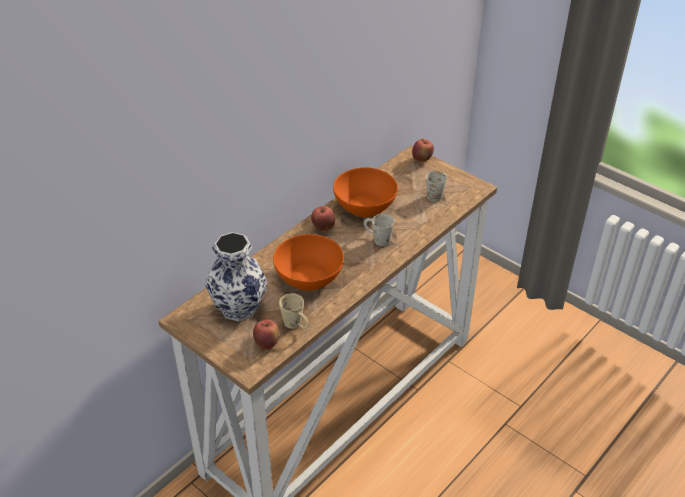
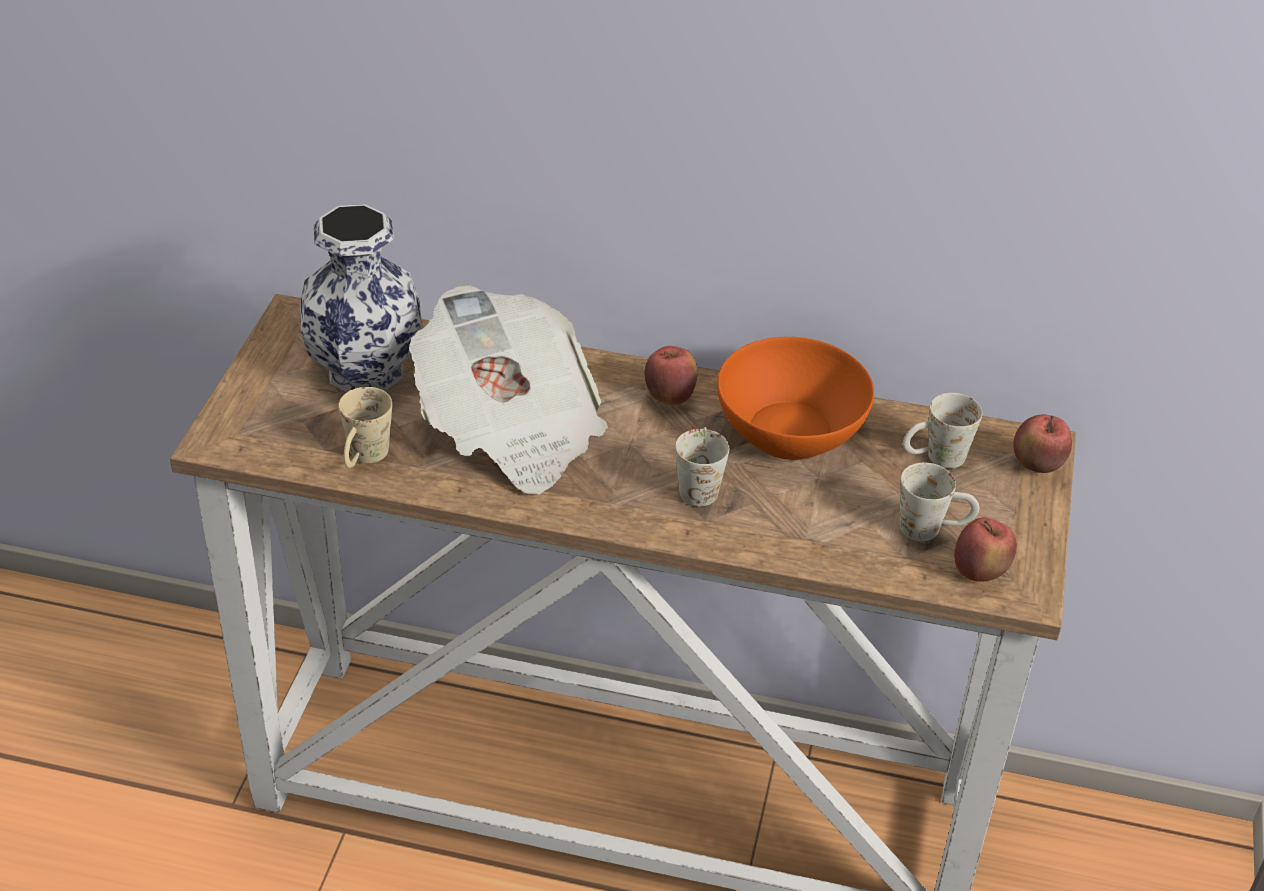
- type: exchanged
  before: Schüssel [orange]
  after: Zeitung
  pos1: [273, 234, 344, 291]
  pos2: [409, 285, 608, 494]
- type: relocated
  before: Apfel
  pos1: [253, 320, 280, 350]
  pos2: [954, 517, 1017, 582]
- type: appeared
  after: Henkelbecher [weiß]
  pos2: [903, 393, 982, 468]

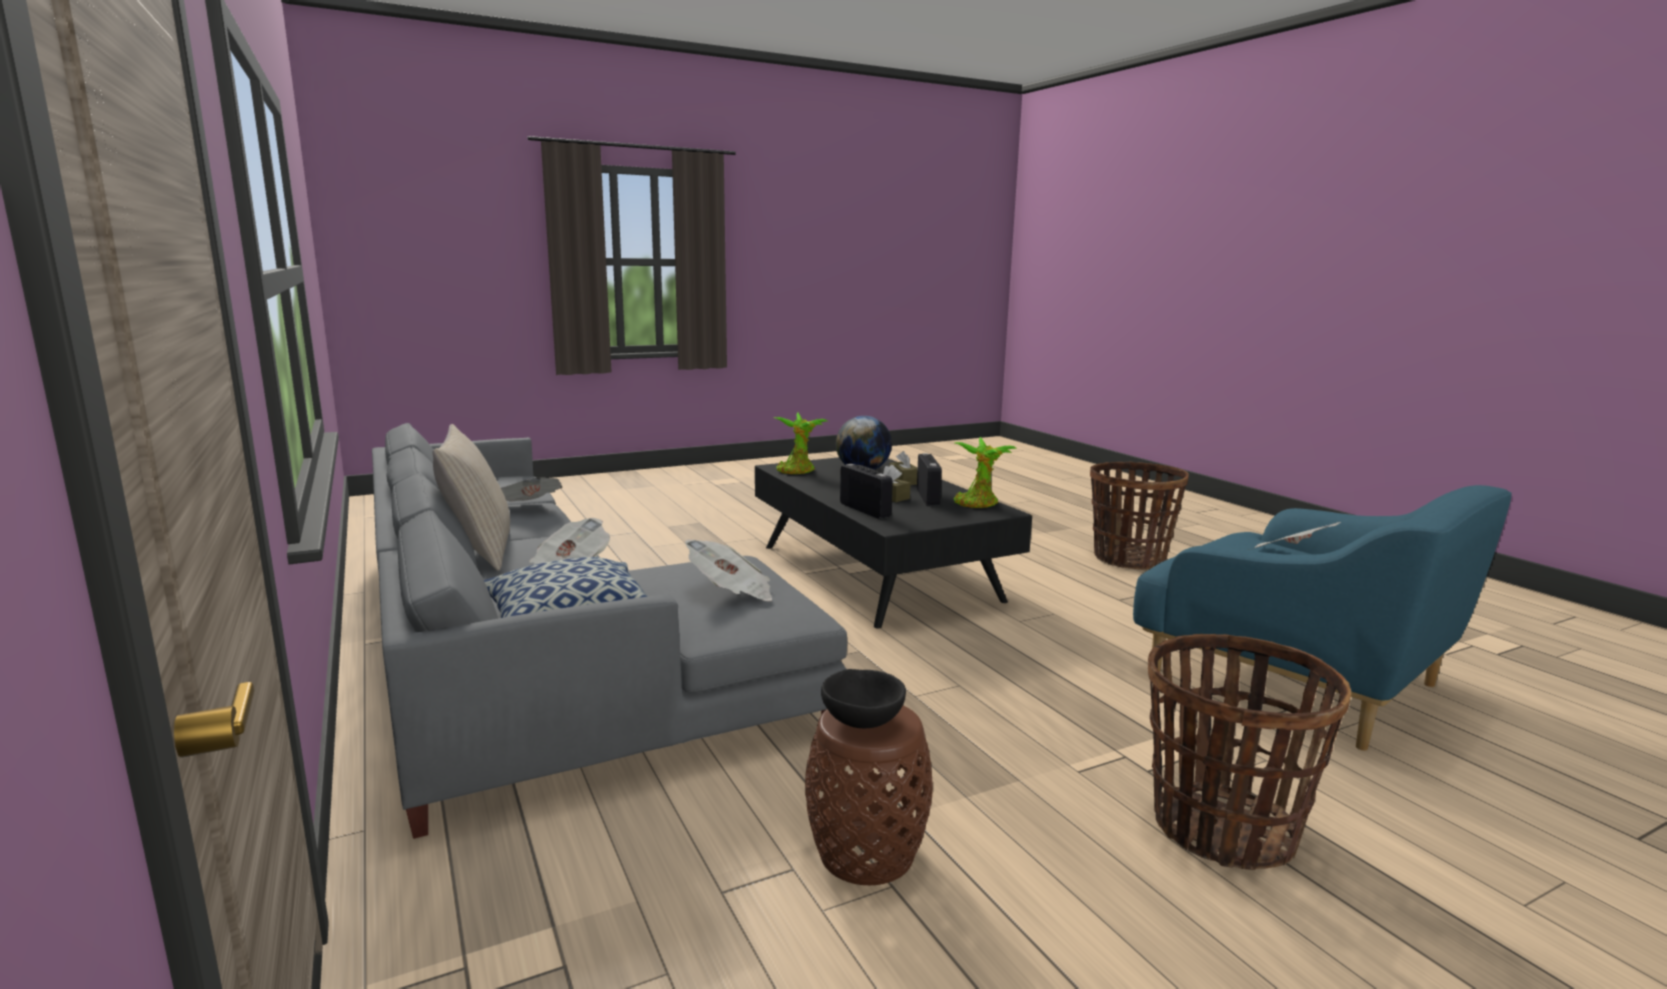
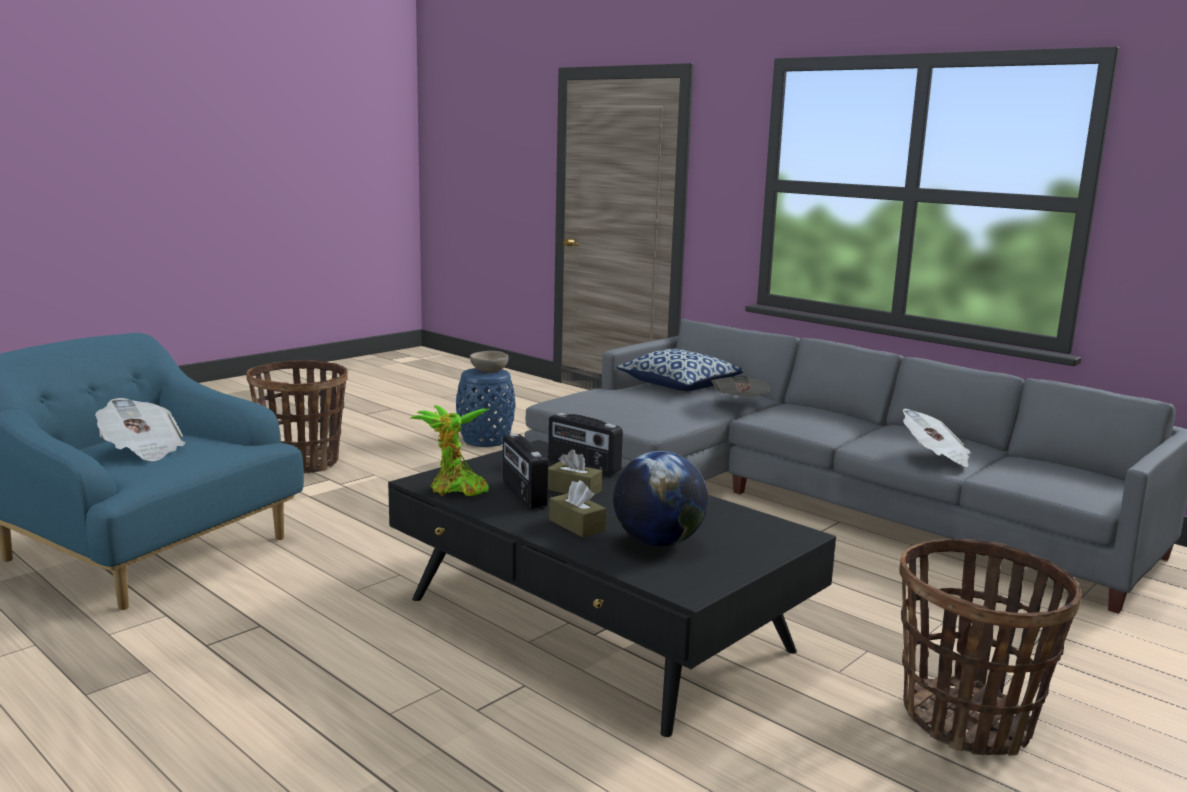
- type: missing
  before: Topfpflanze
  pos1: [774, 413, 828, 474]
- type: missing
  before: Kissen [beige]
  pos1: [432, 424, 510, 571]
- type: relocated
  before: Korb
  pos1: [1090, 462, 1189, 570]
  pos2: [899, 539, 1082, 756]
- type: missing
  before: Zeitung
  pos1: [685, 539, 772, 601]
- type: colour
  before: Schüssel [schwarz]
  after: Schüssel [beige]
  pos1: [821, 669, 906, 728]
  pos2: [470, 351, 509, 373]
- type: colour
  before: Hocker [braun]
  after: Hocker [blau]
  pos1: [805, 705, 933, 885]
  pos2: [456, 368, 515, 447]

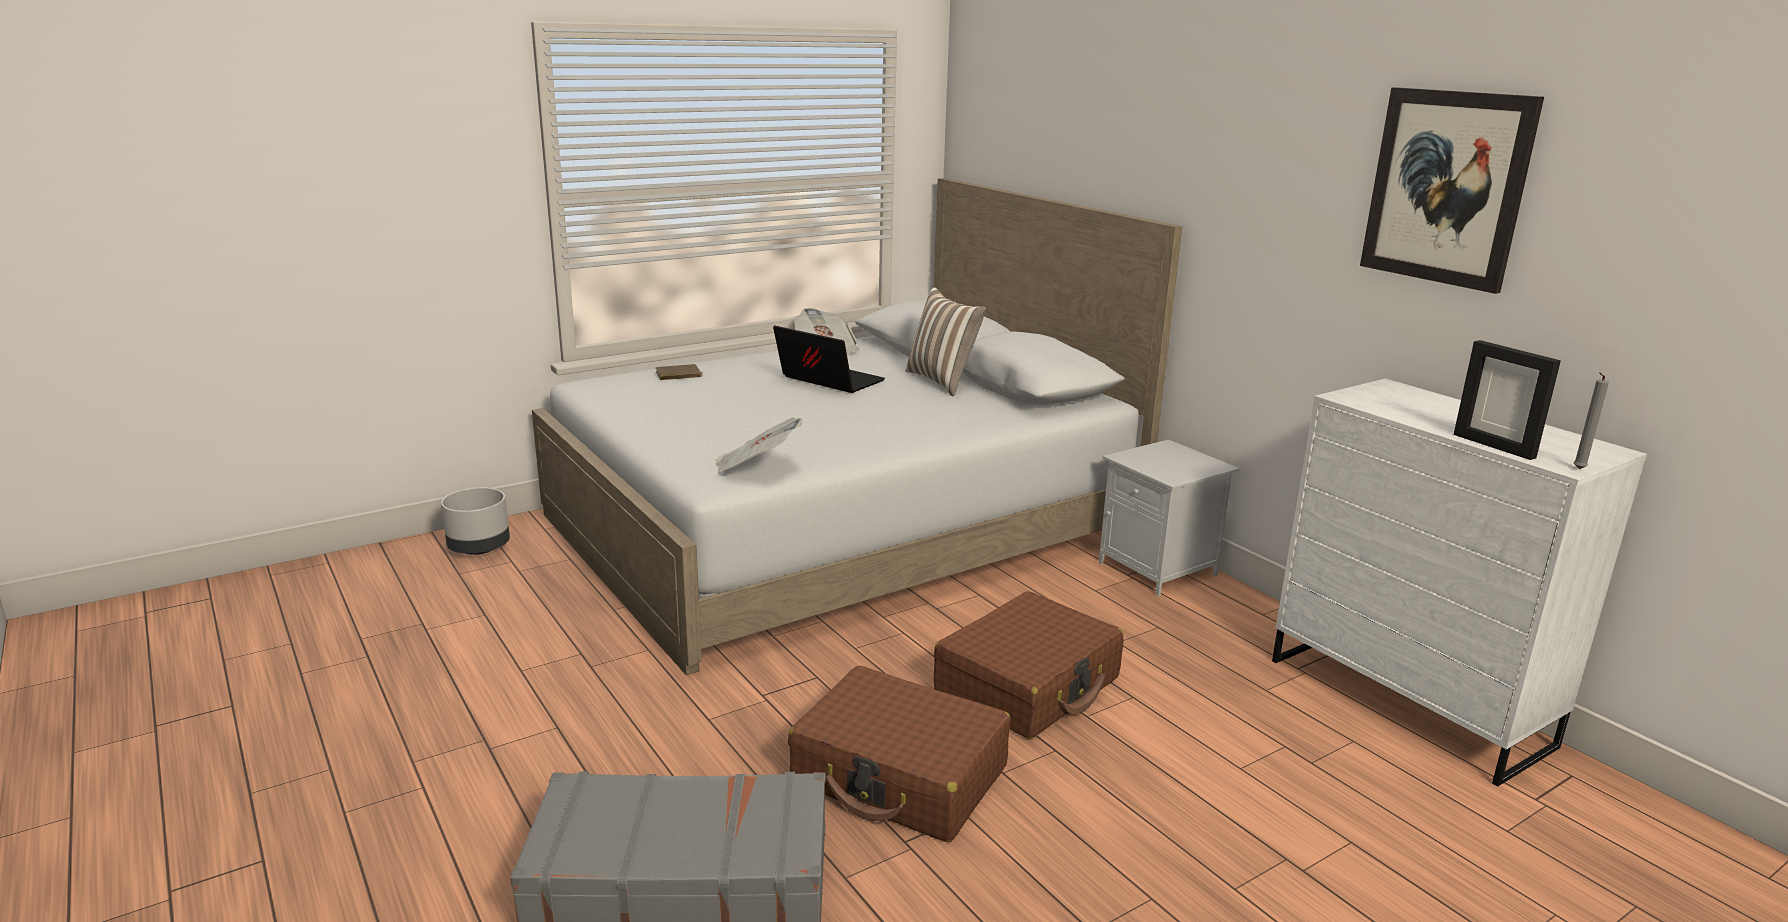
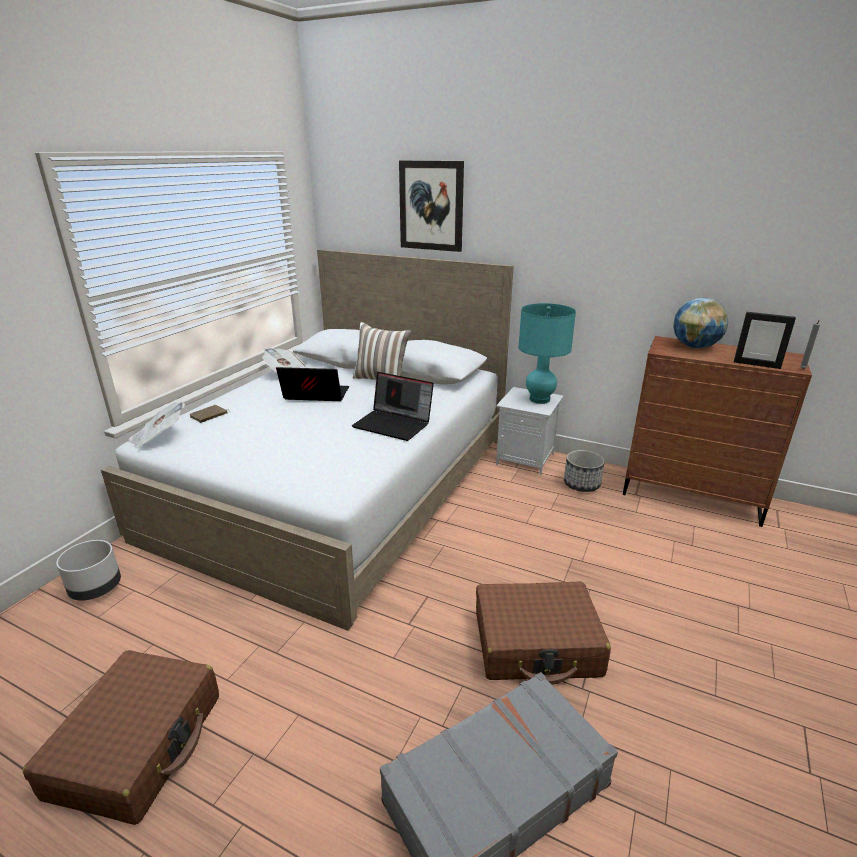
- type: relocated
  before: Bild
  pos1: [1360, 87, 1544, 294]
  pos2: [399, 161, 464, 252]
- type: colour
  before: Kommode [weiß]
  after: Kommode [braun]
  pos1: [1272, 378, 1647, 787]
  pos2: [623, 336, 812, 527]
- type: relocated
  before: Zeitung
  pos1: [715, 417, 802, 473]
  pos2: [128, 402, 185, 448]
- type: relocated
  before: Koffer [braun]
  pos1: [934, 591, 1123, 739]
  pos2: [23, 650, 219, 825]
- type: appeared
  after: Globus
  pos2: [673, 298, 729, 349]
- type: appeared
  after: Tischlampe [türkis]
  pos2: [518, 303, 576, 404]
- type: appeared
  after: Laptop
  pos2: [352, 372, 434, 441]
- type: appeared
  after: Pflanzkübel
  pos2: [564, 450, 605, 492]

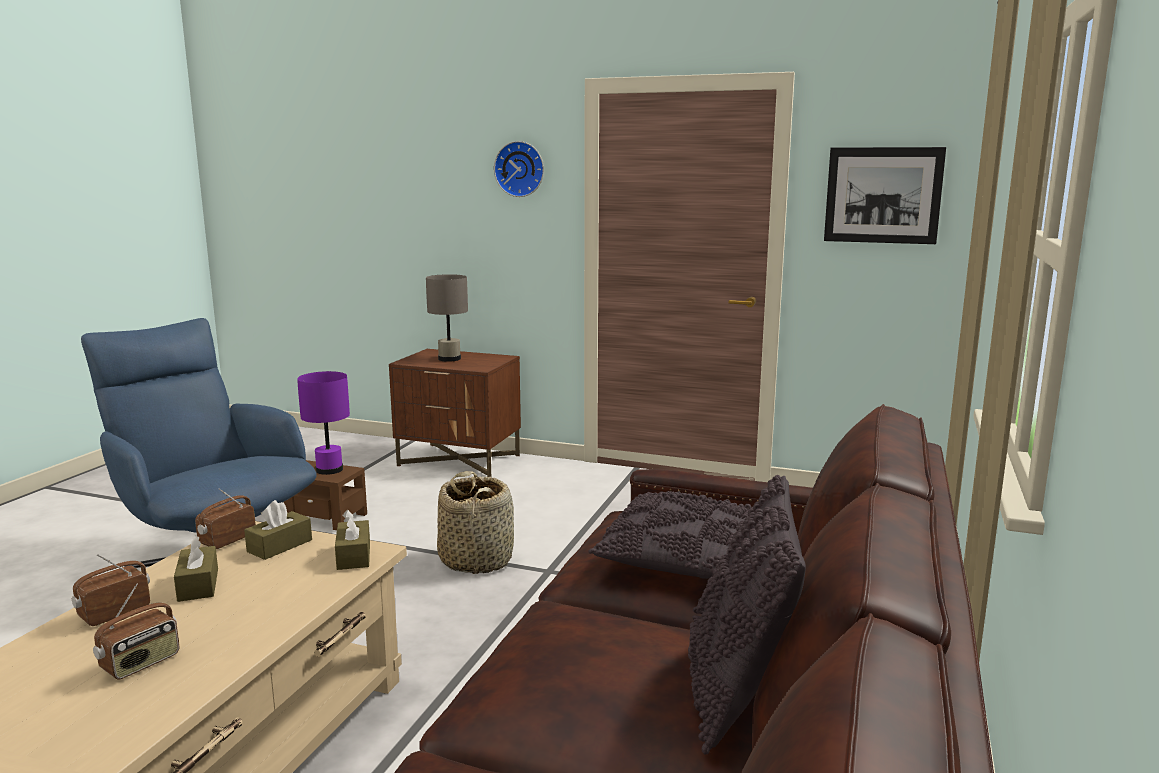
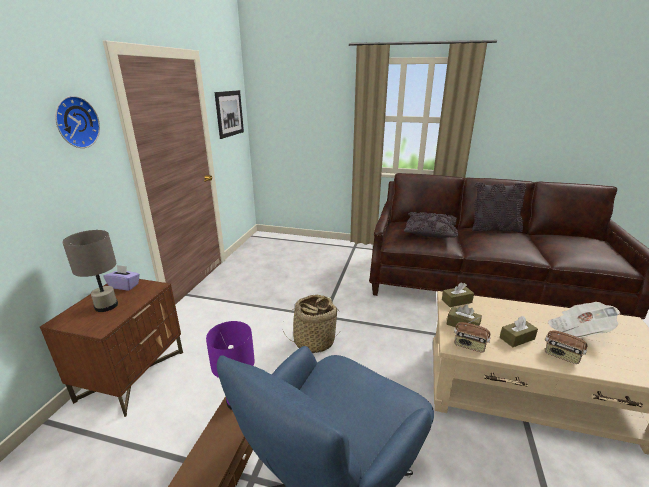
- type: exchanged
  before: Radio
  after: Zeitung
  pos1: [93, 583, 179, 680]
  pos2: [548, 302, 620, 338]
- type: appeared
  after: Taschentuchbox [lila]
  pos2: [103, 265, 140, 290]

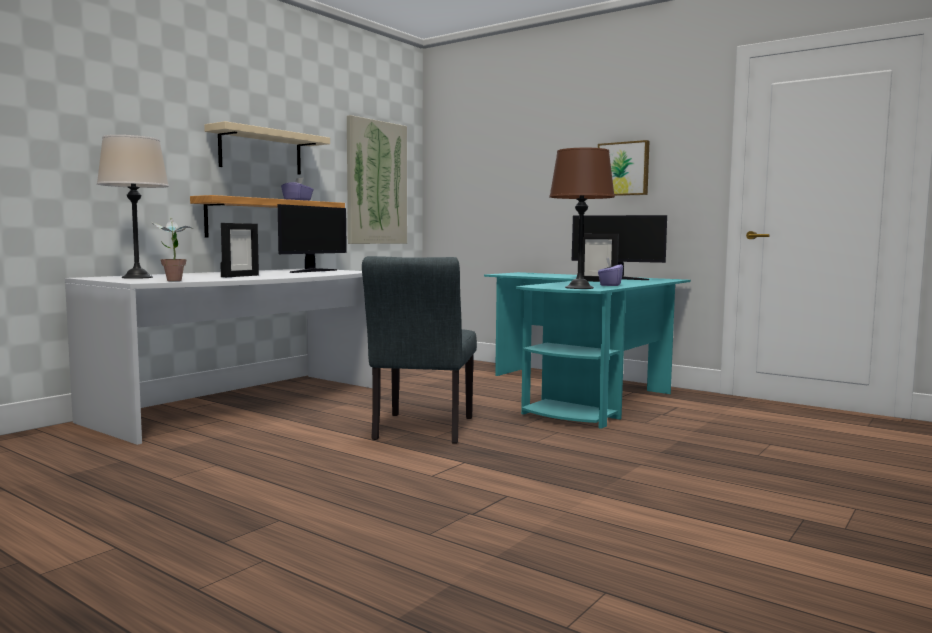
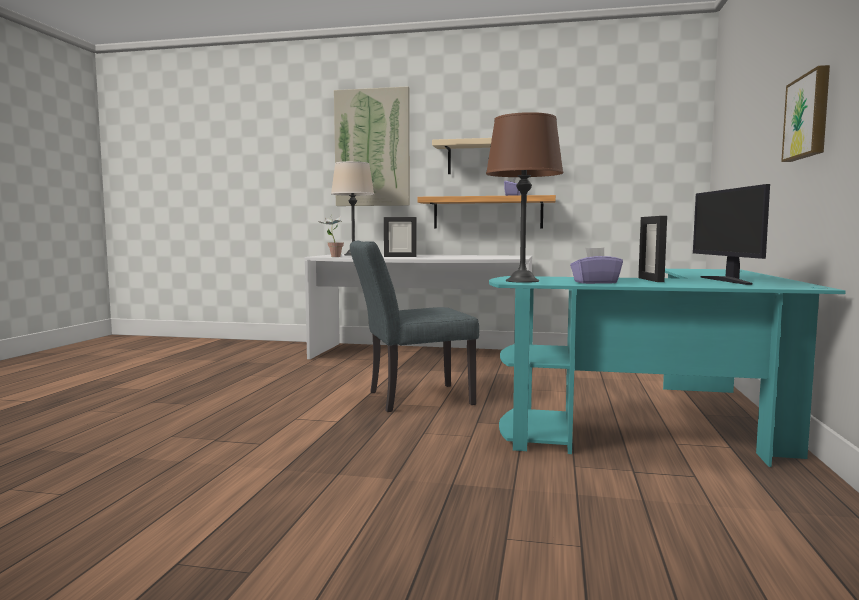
- type: relocated
  before: Bild
  pos1: [347, 115, 407, 244]
  pos2: [334, 86, 410, 206]
- type: missing
  before: Monitor
  pos1: [278, 204, 347, 273]

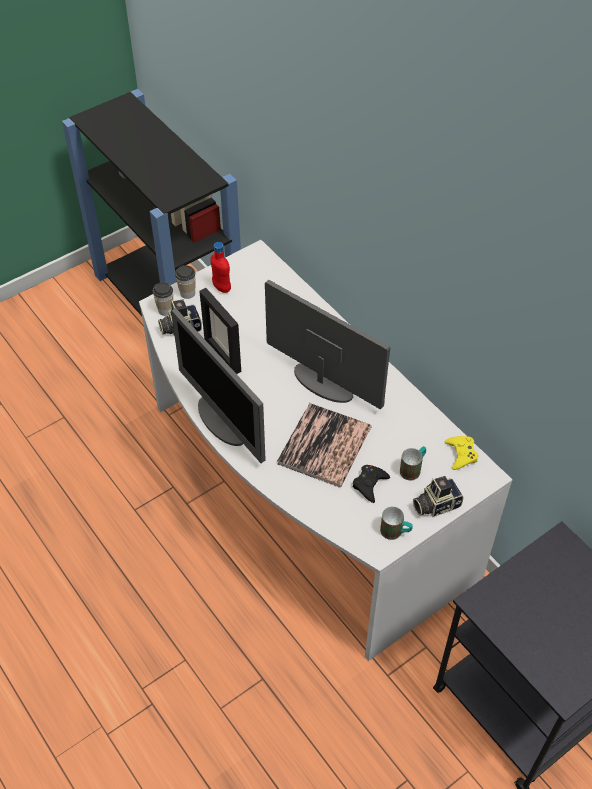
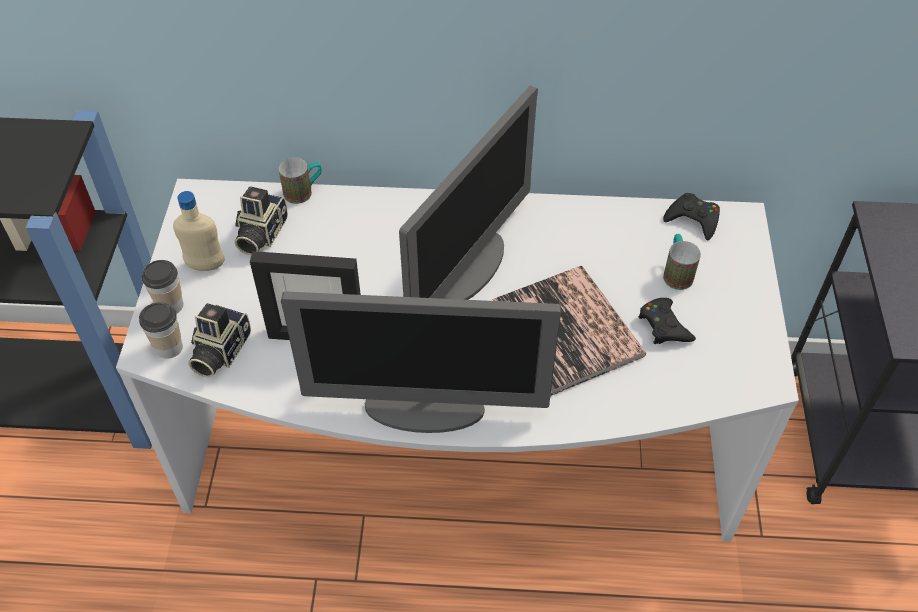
- type: colour
  before: Flasche [rot]
  after: Flasche [beige]
  pos1: [211, 242, 231, 293]
  pos2: [173, 191, 224, 271]
- type: spun
  before: Monitor
  pos1: [265, 280, 390, 409]
  pos2: [399, 86, 538, 300]
  turn: 135
- type: colour
  before: Gamepad [gelb]
  after: Gamepad [schwarz]
  pos1: [445, 436, 478, 470]
  pos2: [663, 193, 720, 240]
- type: relocated
  before: Kamera
  pos1: [413, 476, 464, 517]
  pos2: [235, 186, 288, 255]
- type: relocated
  before: Henkelbecher
  pos1: [380, 507, 413, 540]
  pos2: [279, 157, 322, 204]

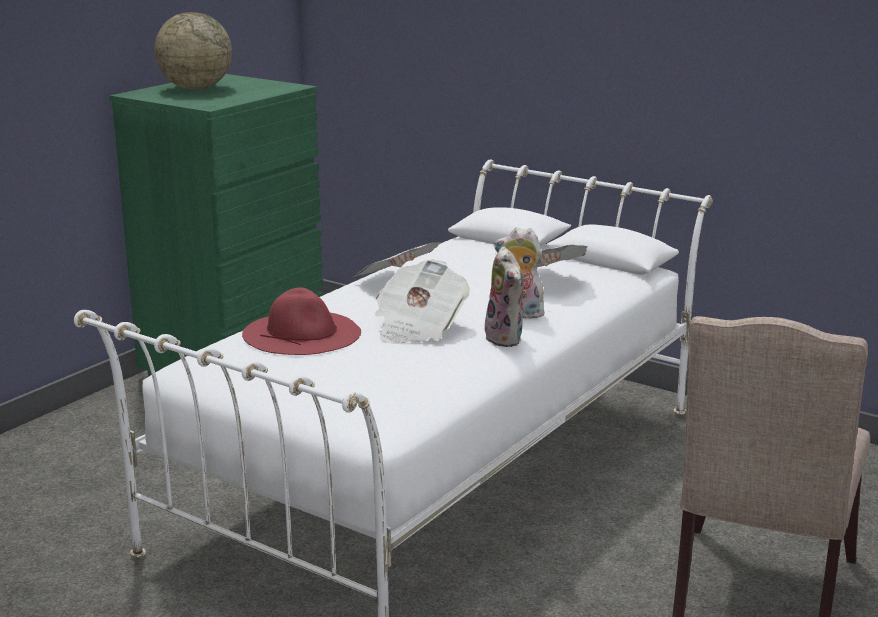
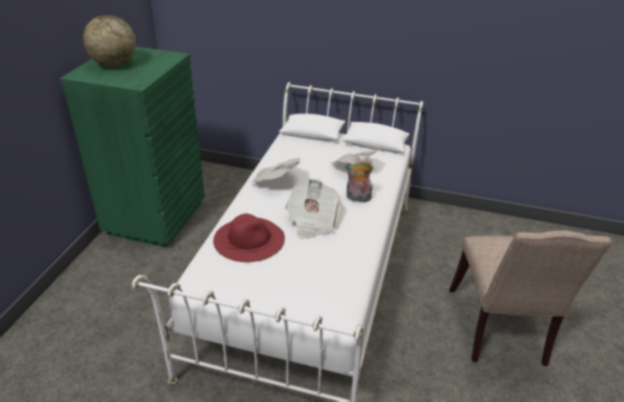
- type: missing
  before: Plüschtier
  pos1: [482, 246, 528, 347]

